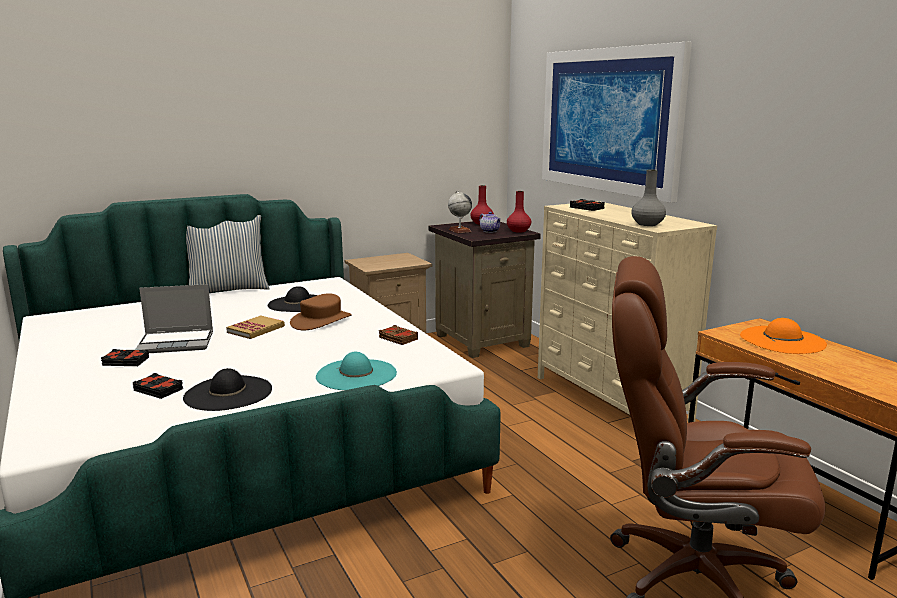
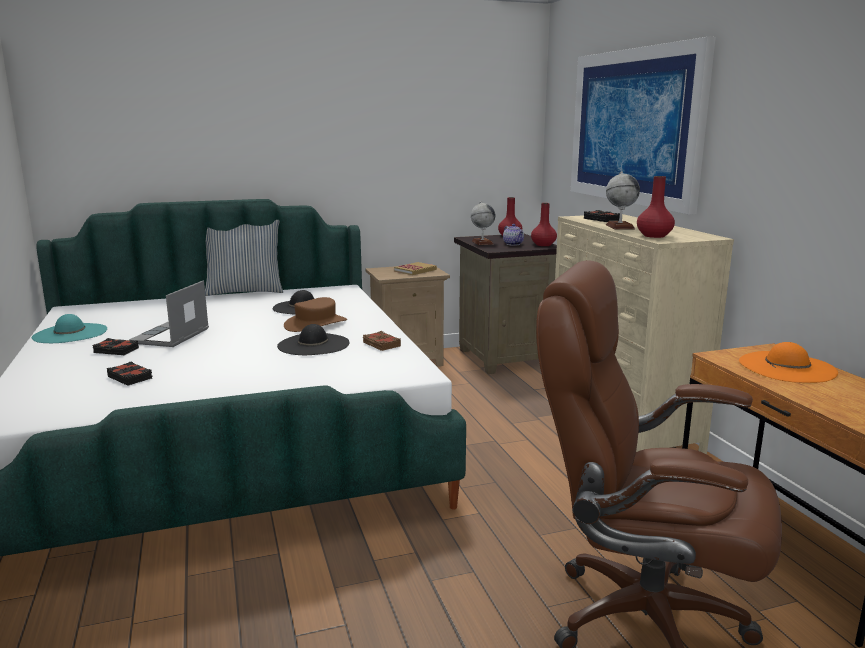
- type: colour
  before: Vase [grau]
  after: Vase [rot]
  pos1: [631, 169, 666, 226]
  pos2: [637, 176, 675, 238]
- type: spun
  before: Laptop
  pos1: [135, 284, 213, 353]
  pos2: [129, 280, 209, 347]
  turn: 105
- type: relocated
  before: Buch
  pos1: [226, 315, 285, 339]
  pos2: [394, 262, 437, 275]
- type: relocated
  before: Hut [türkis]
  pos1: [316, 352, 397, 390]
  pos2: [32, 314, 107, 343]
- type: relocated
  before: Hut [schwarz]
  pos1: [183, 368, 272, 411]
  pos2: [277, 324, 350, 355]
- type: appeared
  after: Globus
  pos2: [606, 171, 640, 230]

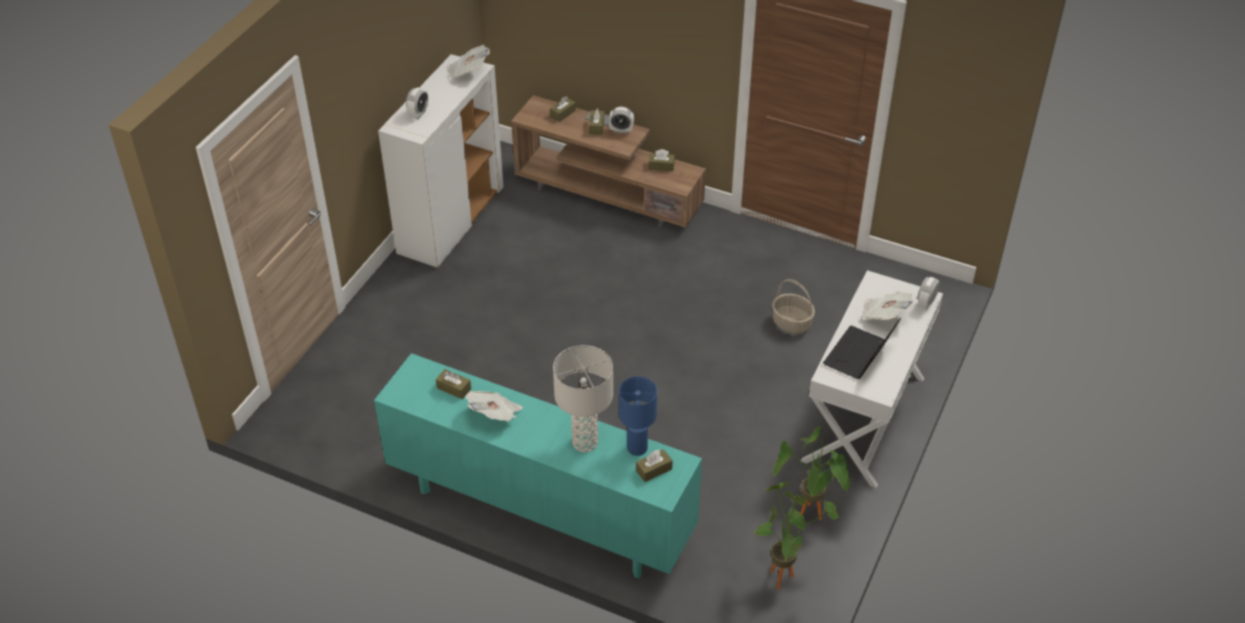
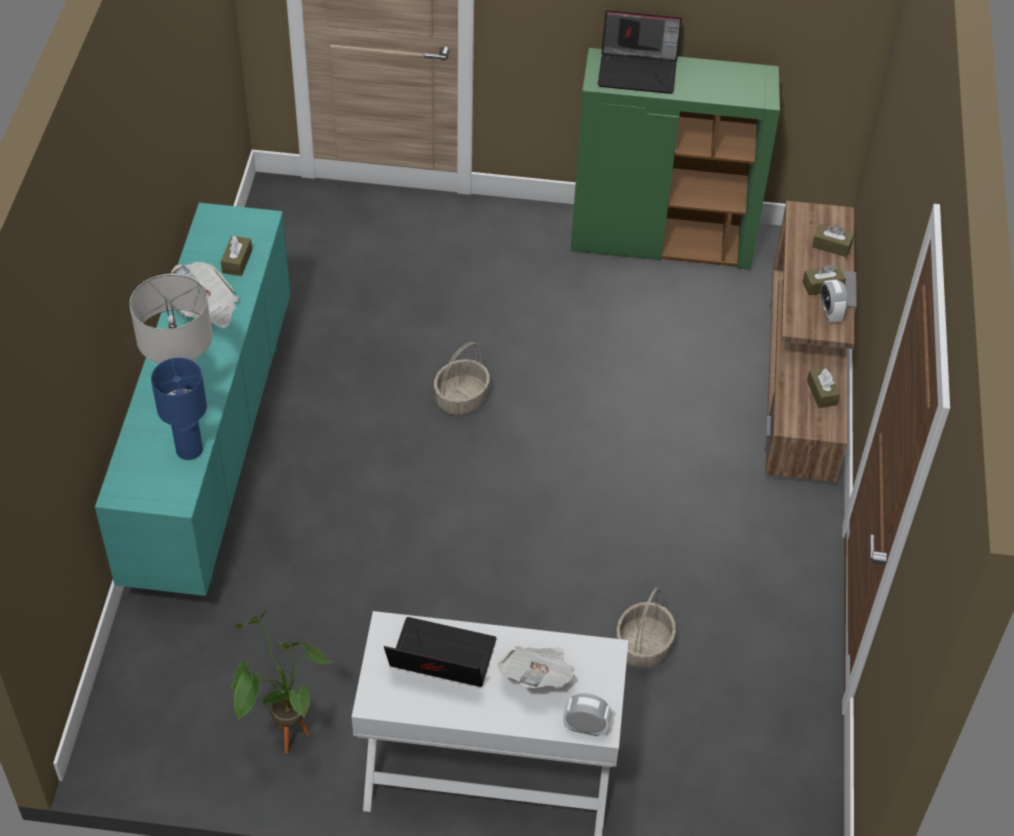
- type: missing
  before: Zeitung
  pos1: [446, 45, 490, 80]
- type: colour
  before: Schrank [weiß]
  after: Schrank [grün]
  pos1: [378, 54, 504, 268]
  pos2: [571, 48, 780, 270]
- type: exchanged
  before: Wecker
  after: Laptop
  pos1: [406, 87, 428, 119]
  pos2: [598, 10, 682, 94]
- type: missing
  before: Taschentuchbox [braun]
  pos1: [636, 449, 673, 482]
- type: missing
  before: Topfpflanze
  pos1: [754, 482, 838, 590]
- type: appeared
  after: Korb
  pos2: [434, 342, 490, 416]

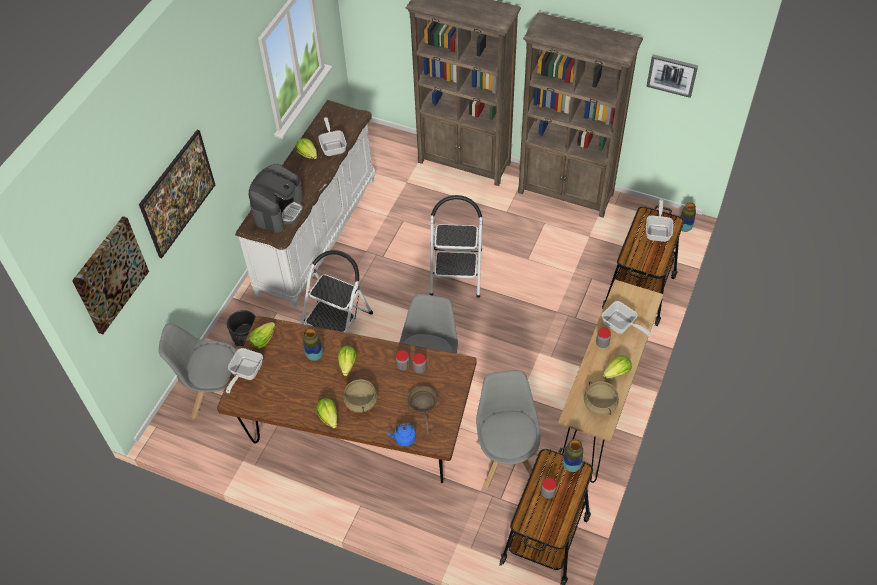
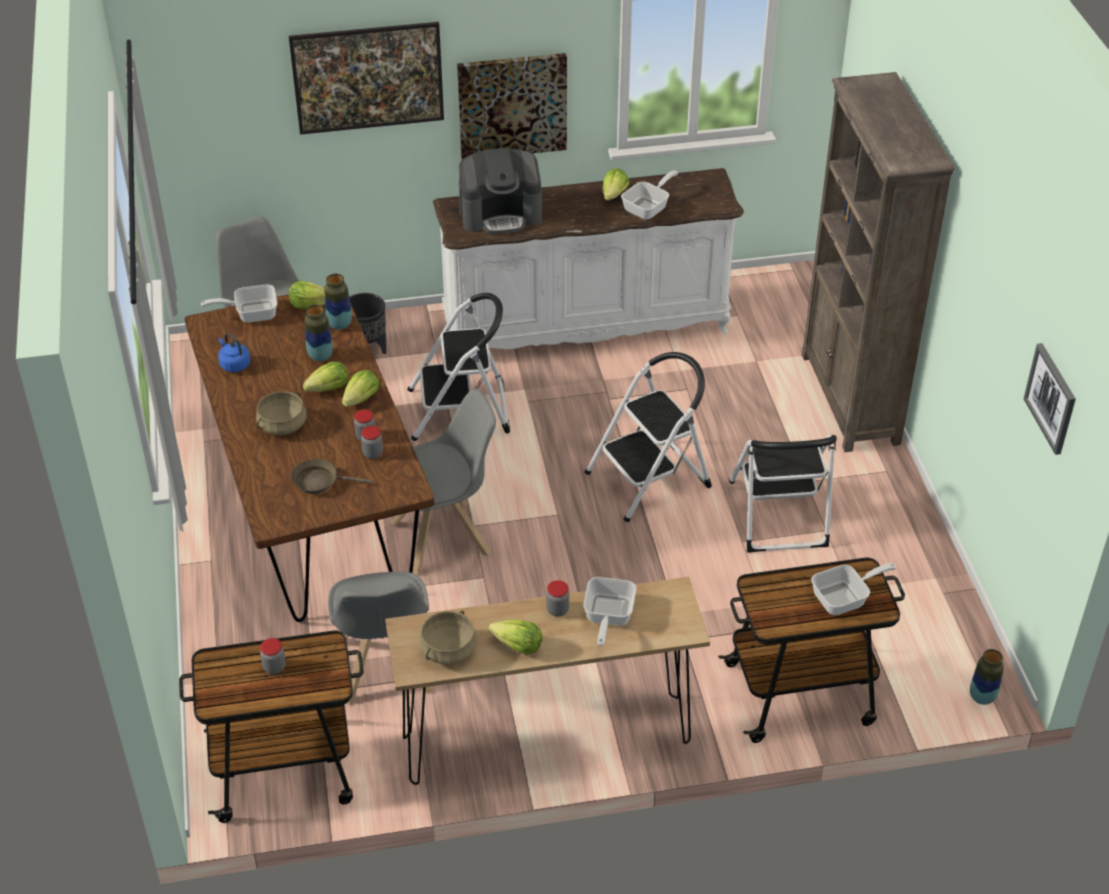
- type: missing
  before: Bücherregal [braun]
  pos1: [518, 12, 643, 218]
- type: relocated
  before: Bild
  pos1: [72, 216, 149, 334]
  pos2: [457, 53, 567, 159]
- type: spun
  before: Stuhl [grau]
  pos1: [476, 370, 540, 489]
  pos2: [328, 572, 433, 705]
  turn: 120
- type: spun
  before: Pfanne [braun]
  pos1: [407, 386, 438, 435]
  pos2: [291, 459, 373, 494]
  turn: -135
- type: relocated
  before: Salatkopf
  pos1: [317, 398, 337, 429]
  pos2: [342, 370, 379, 407]
- type: relocated
  before: Wasserkessel [blau]
  pos1: [387, 423, 416, 447]
  pos2: [218, 333, 250, 372]
- type: relocated
  before: Vase
  pos1: [563, 439, 583, 472]
  pos2: [324, 274, 352, 330]
- type: appeared
  after: Trittleiter
  pos2: [729, 434, 837, 552]

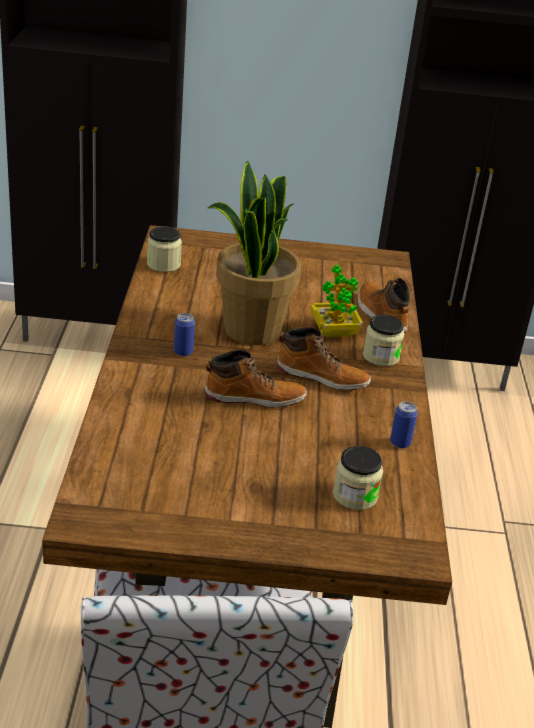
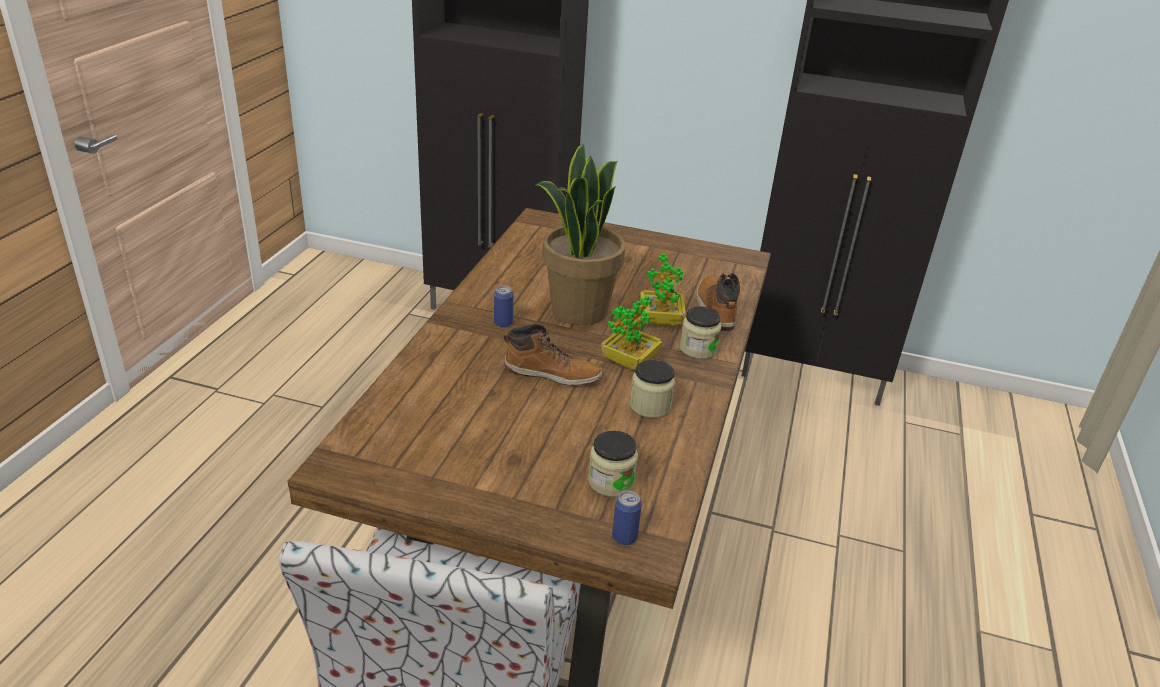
- type: relocated
  before: Vorratsglas
  pos1: [147, 226, 182, 272]
  pos2: [630, 360, 675, 418]
- type: exchanged
  before: Stiefel
  after: Topfpflanze
  pos1: [277, 327, 371, 390]
  pos2: [601, 296, 662, 370]
- type: relocated
  before: Dose
  pos1: [390, 401, 418, 448]
  pos2: [612, 491, 642, 545]

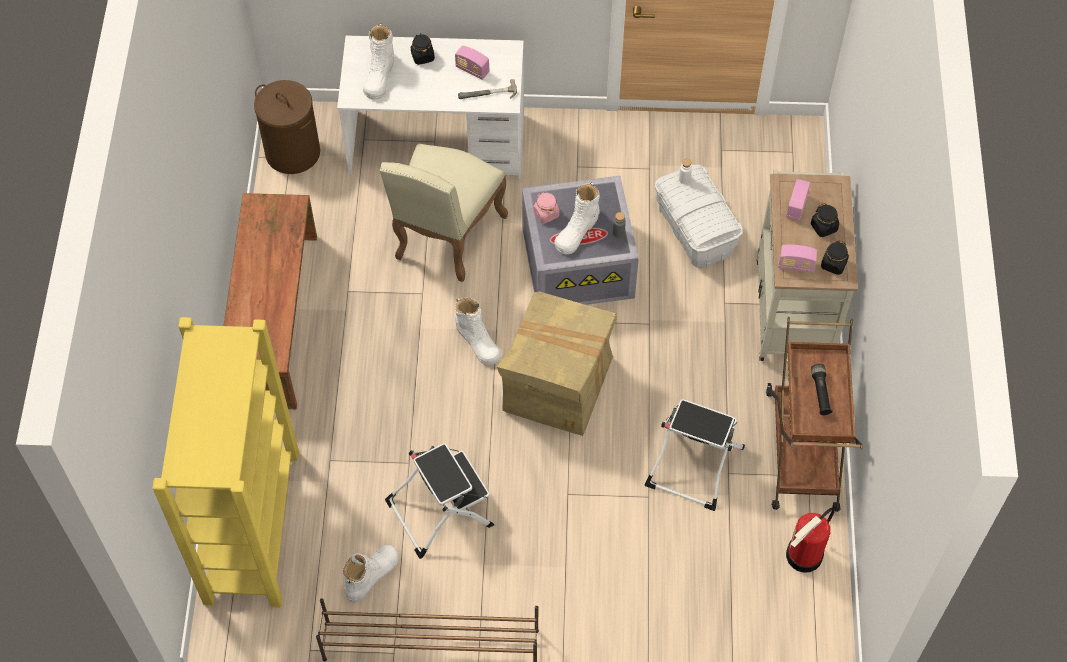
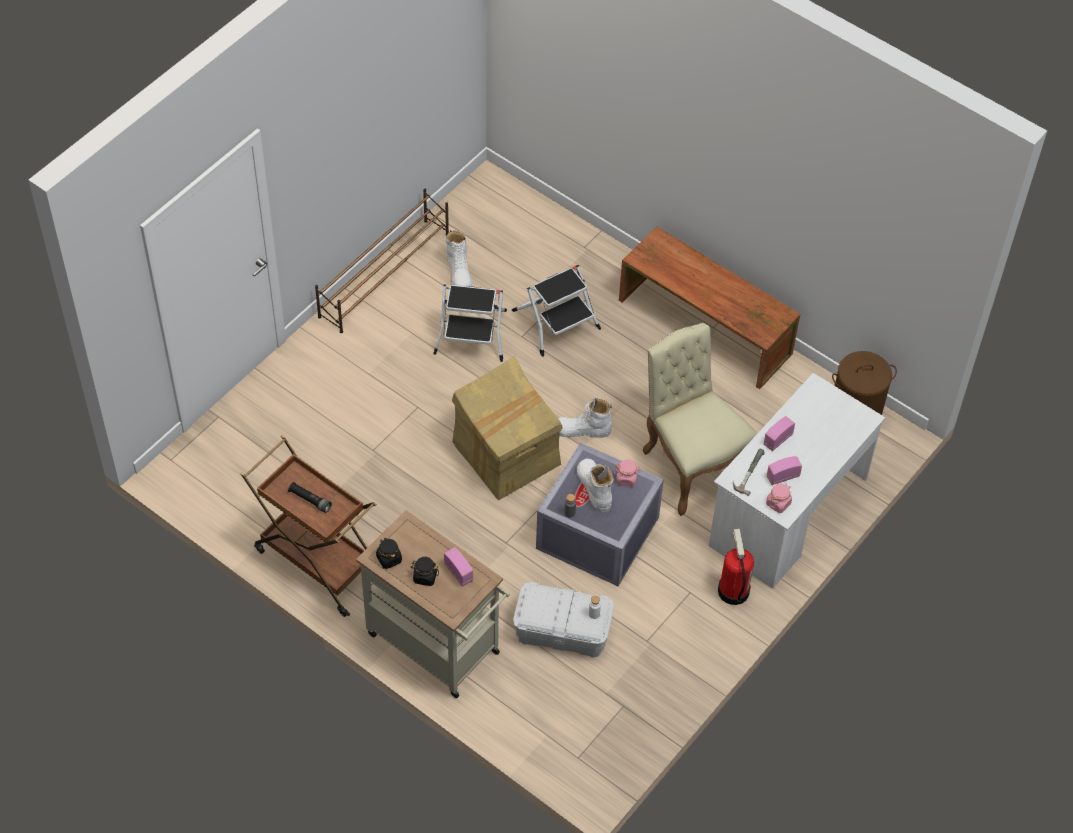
- type: missing
  before: Stiefel [weiß]
  pos1: [363, 24, 394, 100]
- type: missing
  before: Vorratsglas [schwarz]
  pos1: [411, 34, 435, 65]
- type: relocated
  before: Radio
  pos1: [778, 244, 817, 273]
  pos2: [764, 416, 795, 451]
- type: missing
  before: Bücherregal [gelb]
  pos1: [153, 317, 299, 608]
- type: relocated
  before: Trittleiter
  pos1: [645, 399, 745, 511]
  pos2: [512, 265, 601, 357]
- type: relocated
  before: Feuerlöscher
  pos1: [786, 508, 835, 573]
  pos2: [718, 529, 754, 605]
- type: appeared
  after: Vorratsglas [rosa]
  pos2: [766, 483, 792, 513]

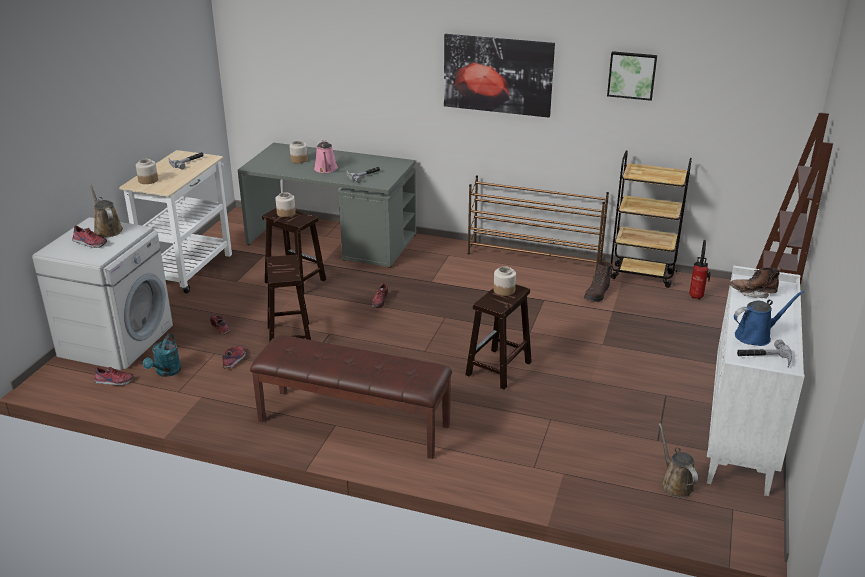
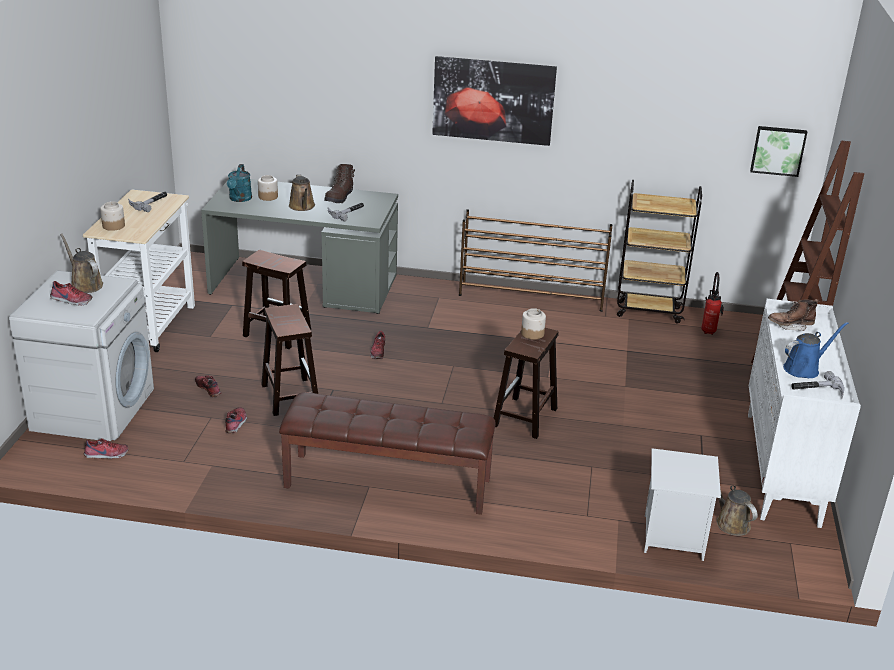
- type: relocated
  before: Bild
  pos1: [607, 51, 657, 101]
  pos2: [750, 126, 807, 177]
- type: colour
  before: Gießkanne [rosa]
  after: Gießkanne [braun]
  pos1: [314, 140, 338, 173]
  pos2: [289, 174, 315, 211]
- type: missing
  before: Vorratsglas
  pos1: [275, 192, 296, 217]
- type: relocated
  before: Stiefel [braun]
  pos1: [584, 262, 613, 302]
  pos2: [324, 164, 355, 203]
- type: relocated
  before: Gießkanne [türkis]
  pos1: [143, 334, 181, 377]
  pos2: [227, 164, 252, 202]
- type: appeared
  after: Nachttisch [grau]
  pos2: [644, 448, 721, 561]

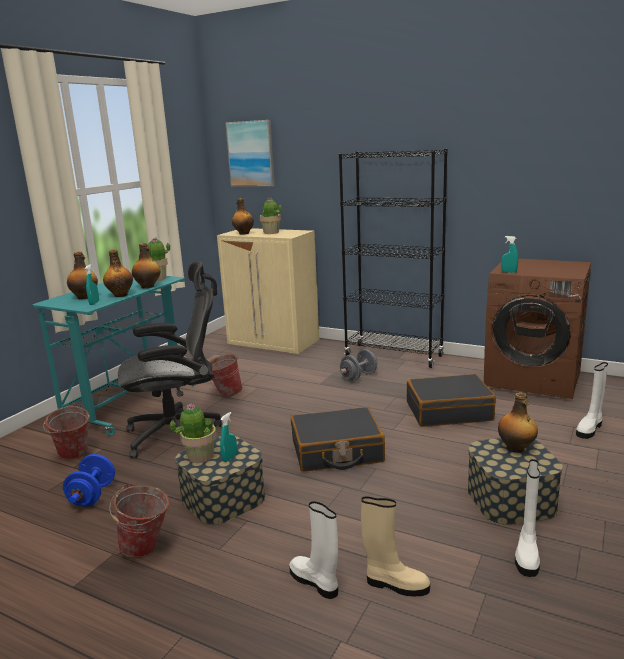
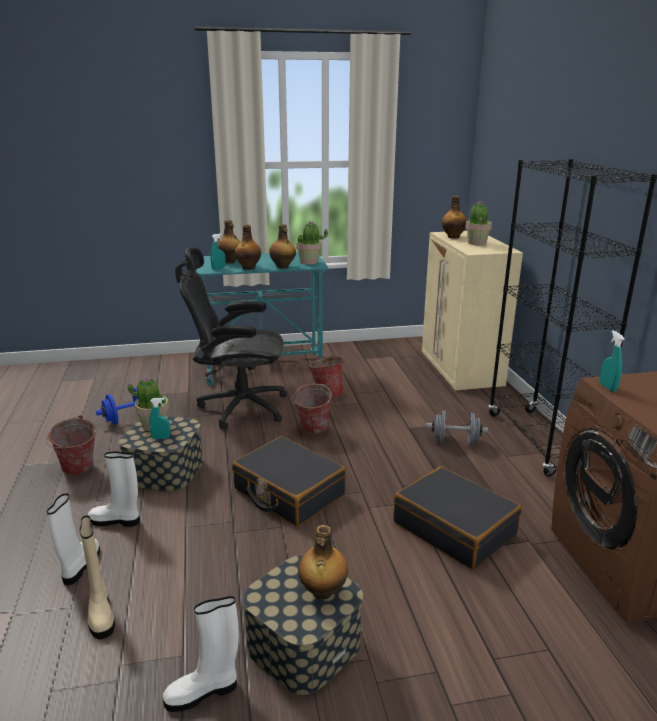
- type: missing
  before: Bild
  pos1: [225, 120, 275, 187]
- type: spun
  before: Bürostuhl
  pos1: [118, 261, 222, 458]
  pos2: [175, 247, 287, 430]
  turn: 150
- type: relocated
  before: Stiefel [weiß]
  pos1: [576, 362, 608, 439]
  pos2: [88, 451, 140, 527]
- type: relocated
  before: Eimer
  pos1: [43, 403, 90, 460]
  pos2: [291, 383, 332, 434]

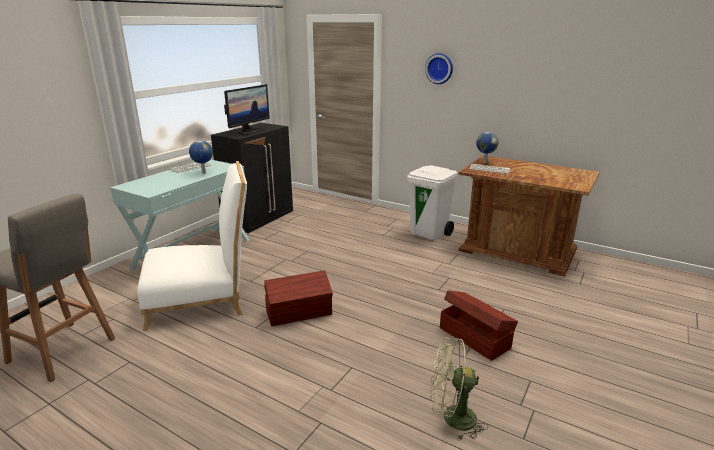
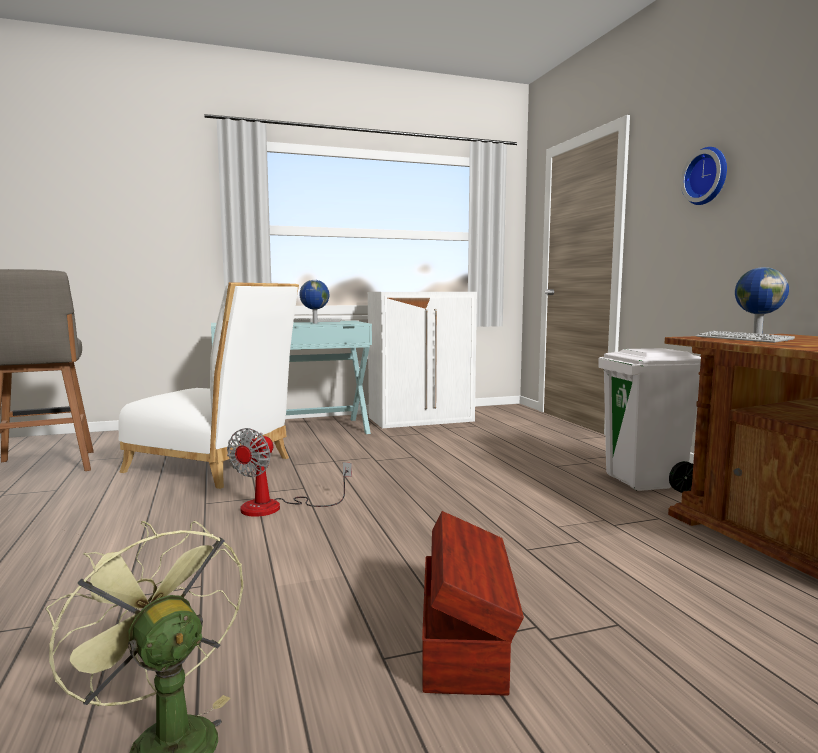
- type: missing
  before: Monitor
  pos1: [224, 84, 270, 135]
- type: colour
  before: Schrank [schwarz]
  after: Schrank [weiß]
  pos1: [211, 123, 293, 233]
  pos2: [368, 292, 477, 428]
- type: exchanged
  before: Aufbewahrungsbox [braun]
  after: Ventilator
  pos1: [264, 270, 333, 326]
  pos2: [227, 428, 352, 517]

